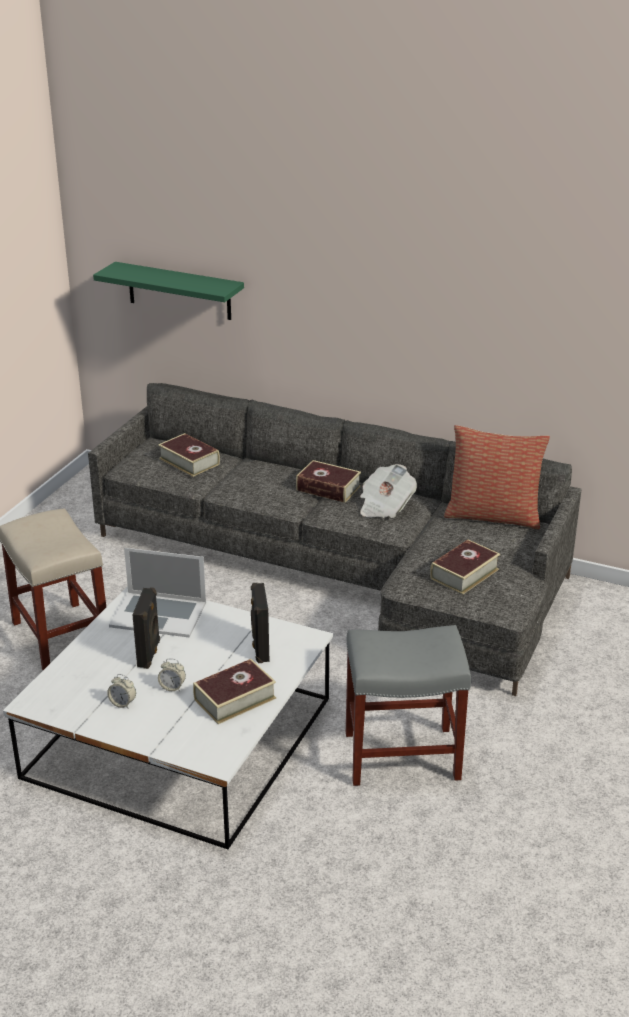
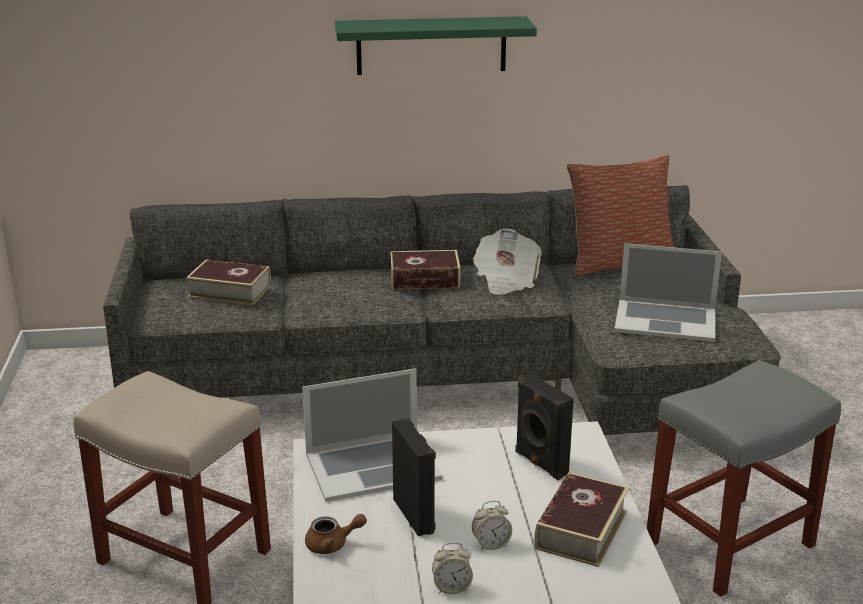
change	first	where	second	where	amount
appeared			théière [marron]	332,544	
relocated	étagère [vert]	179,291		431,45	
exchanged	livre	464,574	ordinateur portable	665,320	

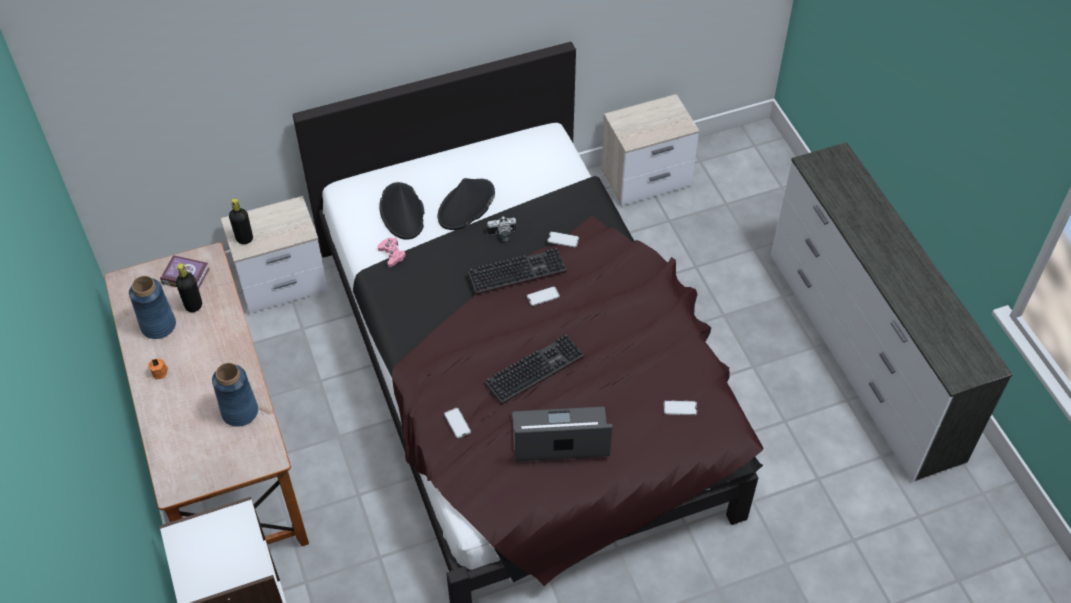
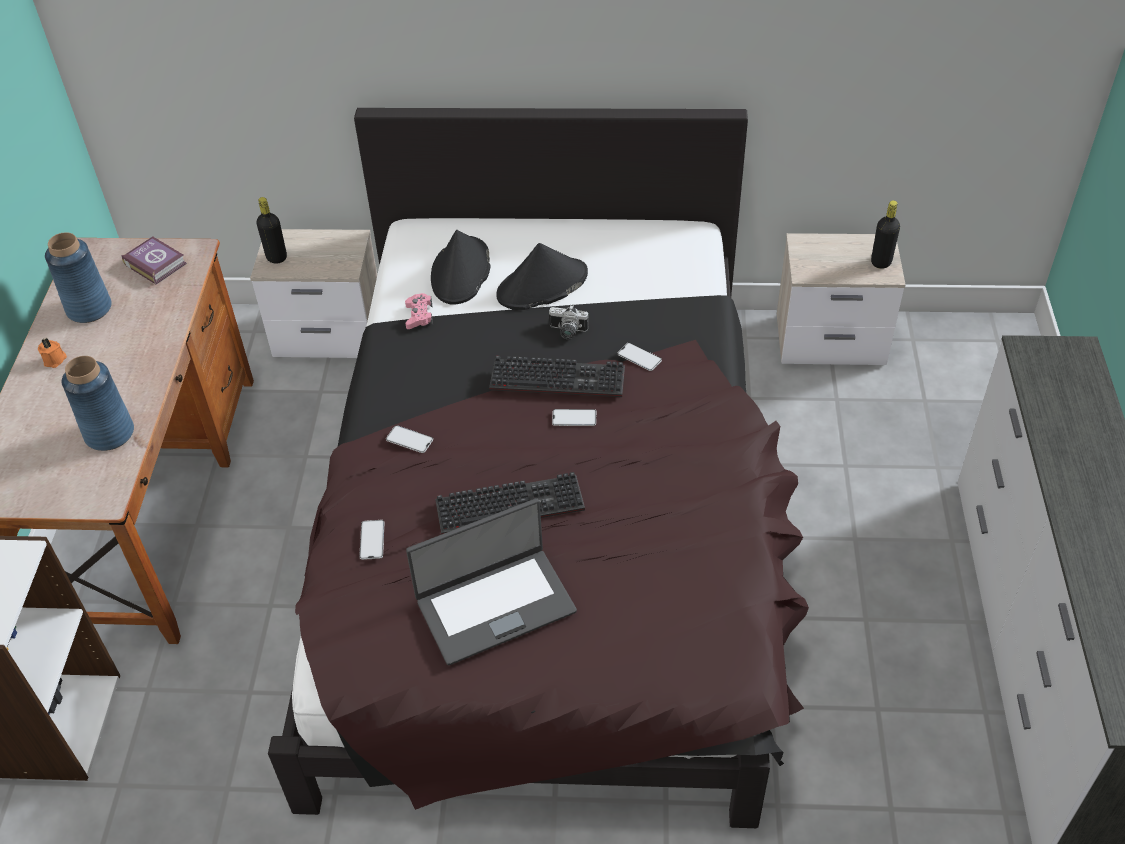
change	first	where	second	where	amount
relocated	bouteille [noir]	193,305		881,262	
relocated	téléphone	680,408		409,439	
spun	ordinateur portable	560,437		495,604	135 degrees clockwise

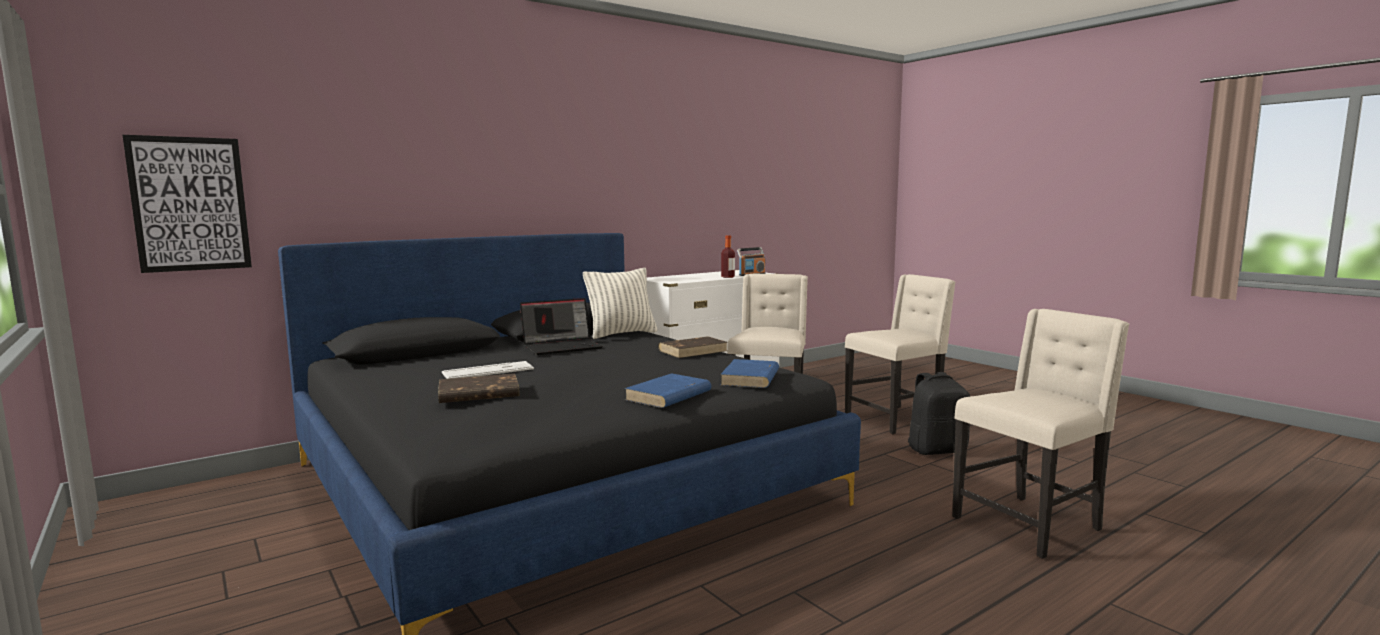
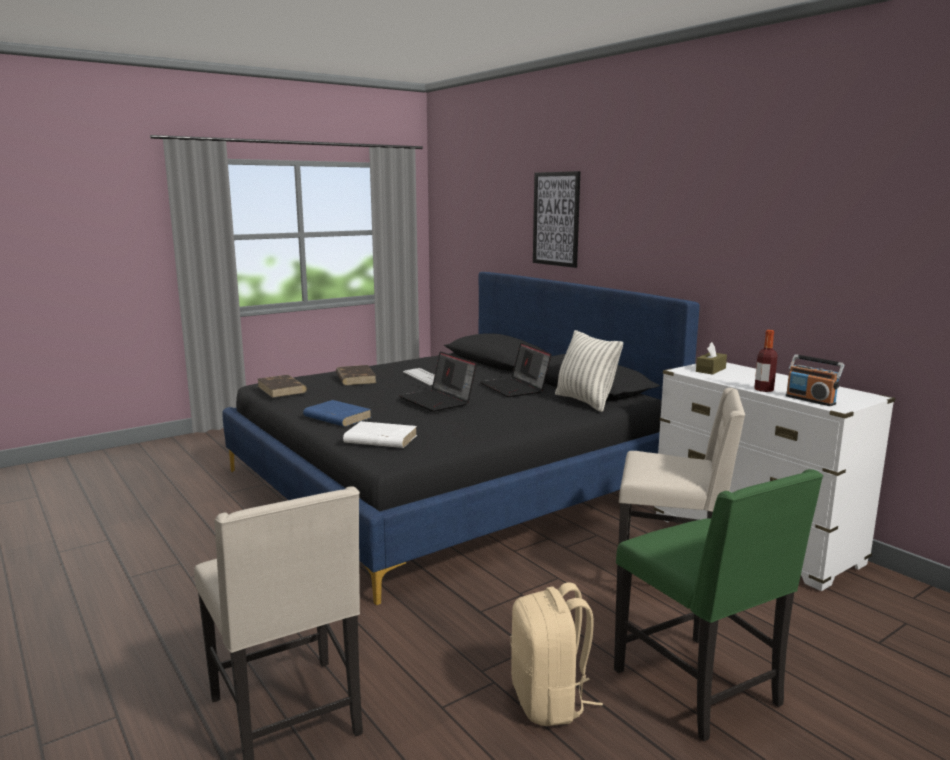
change	first	where	second	where	amount
appeared			ordinateur portable	438,401	
appeared			boîte à mouchoirs [marron]	710,370	
relocated	tableau	190,204		556,219	
relocated	livre [marron]	693,350		282,389	
colour	livre [bleu]	750,378	livre [blanc]	380,439	
colour	chaise [beige]	895,419	chaise [vert]	700,689	
colour	sac à dos [noir]	937,450	sac à dos [beige]	550,701	

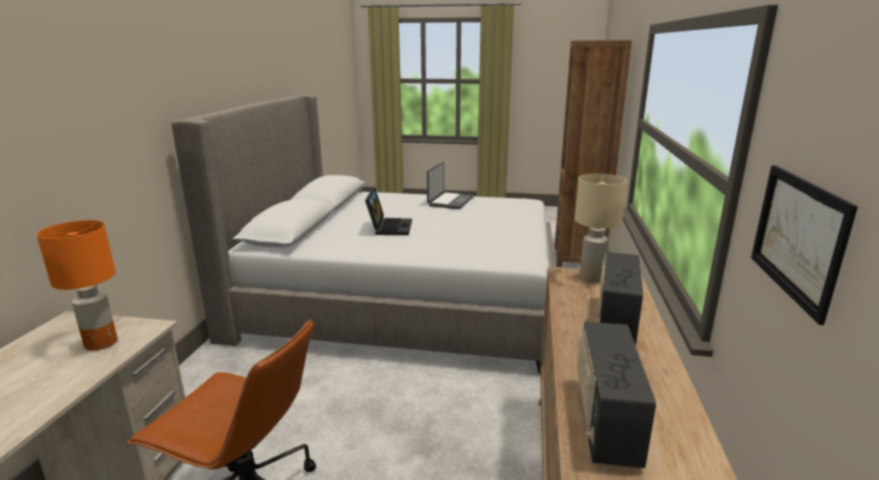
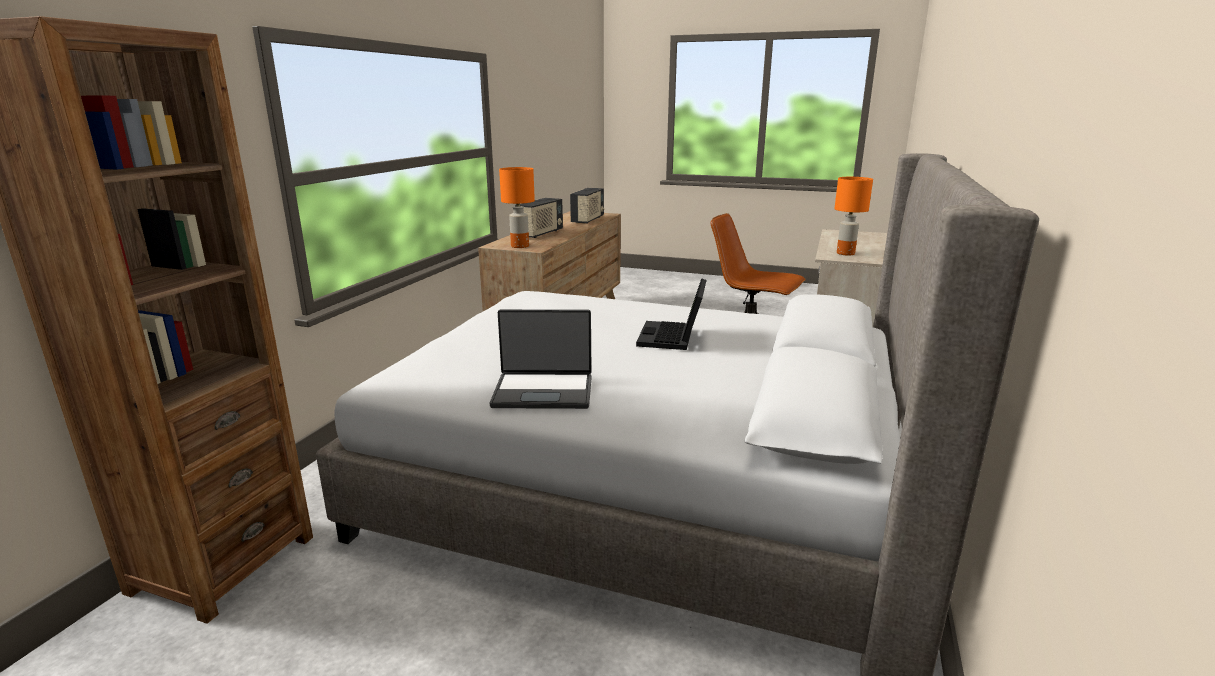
change	first	where	second	where	amount
missing	tableau	797,237			
colour	lampe de table [beige]	592,278	lampe de table [orange]	519,246	
spun	ordinateur portable	449,201		543,391	120 degrees counterclockwise

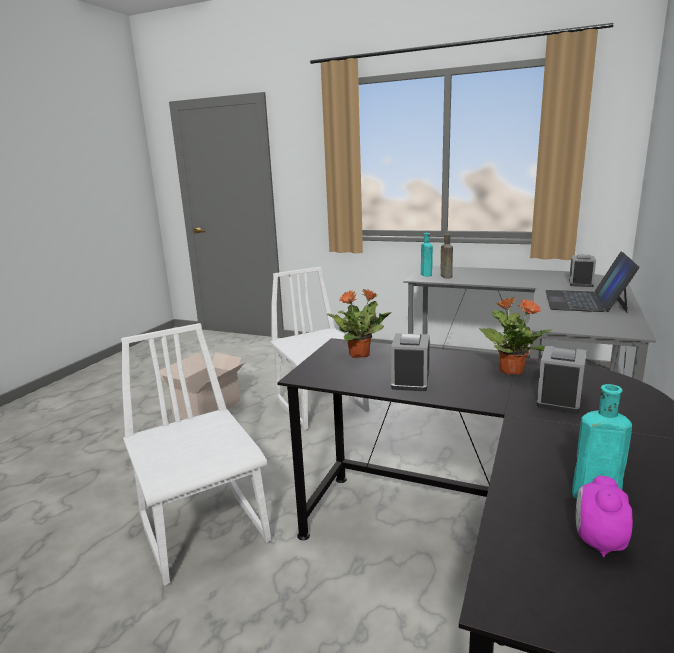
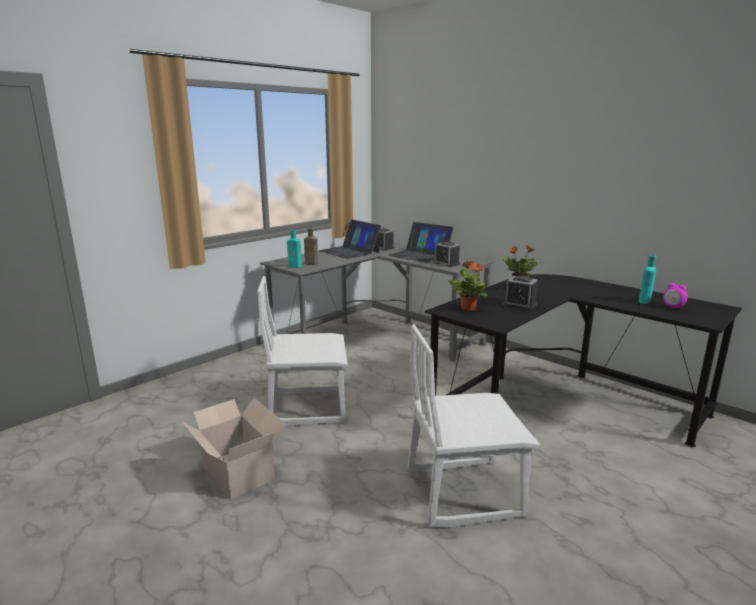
change	first	where	second	where	amount
appeared			ordinateur portable	349,251	
relocated	réveil	559,399		446,263	

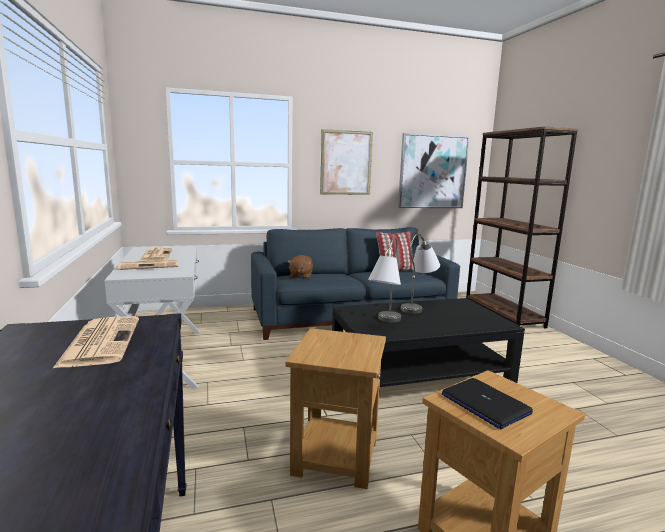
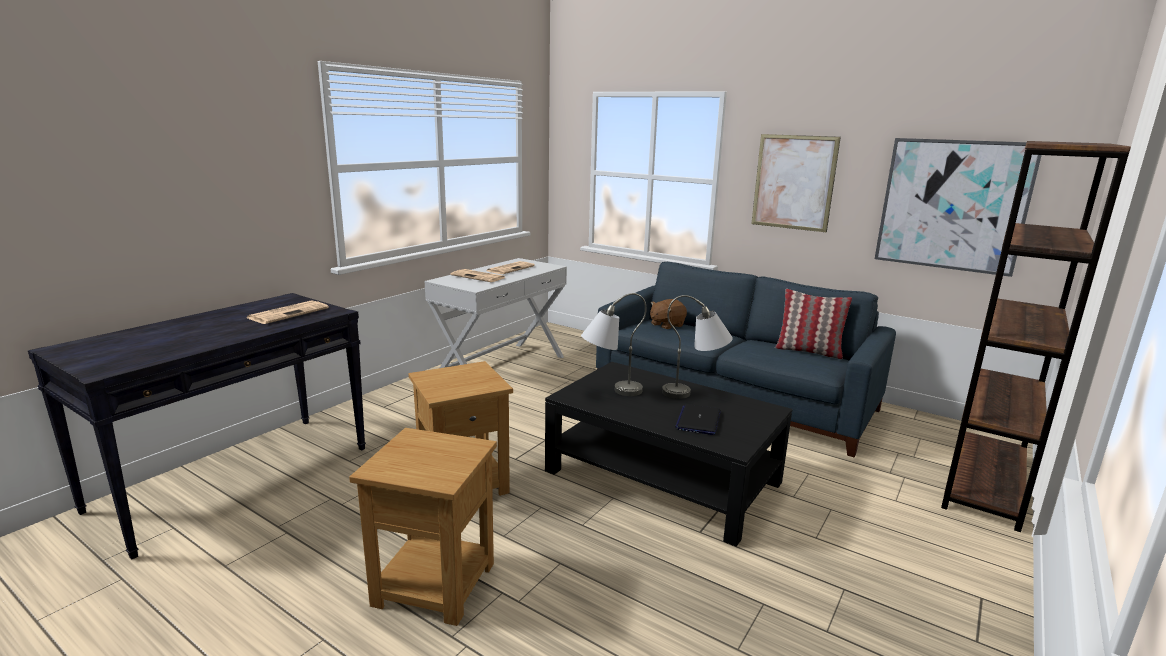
change	first	where	second	where	amount
relocated	ordinateur portable	484,404		698,420	

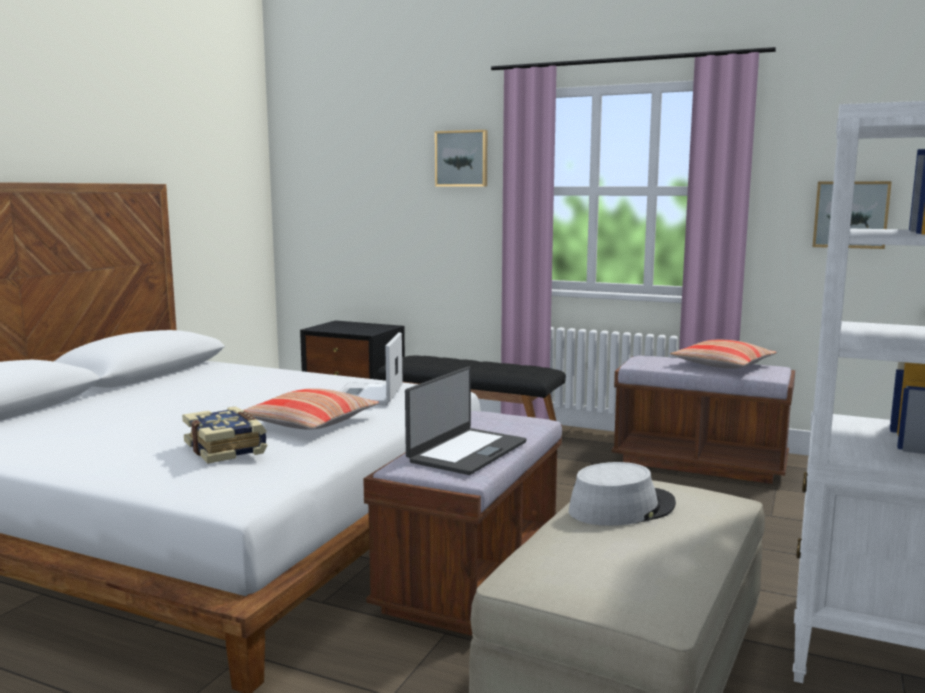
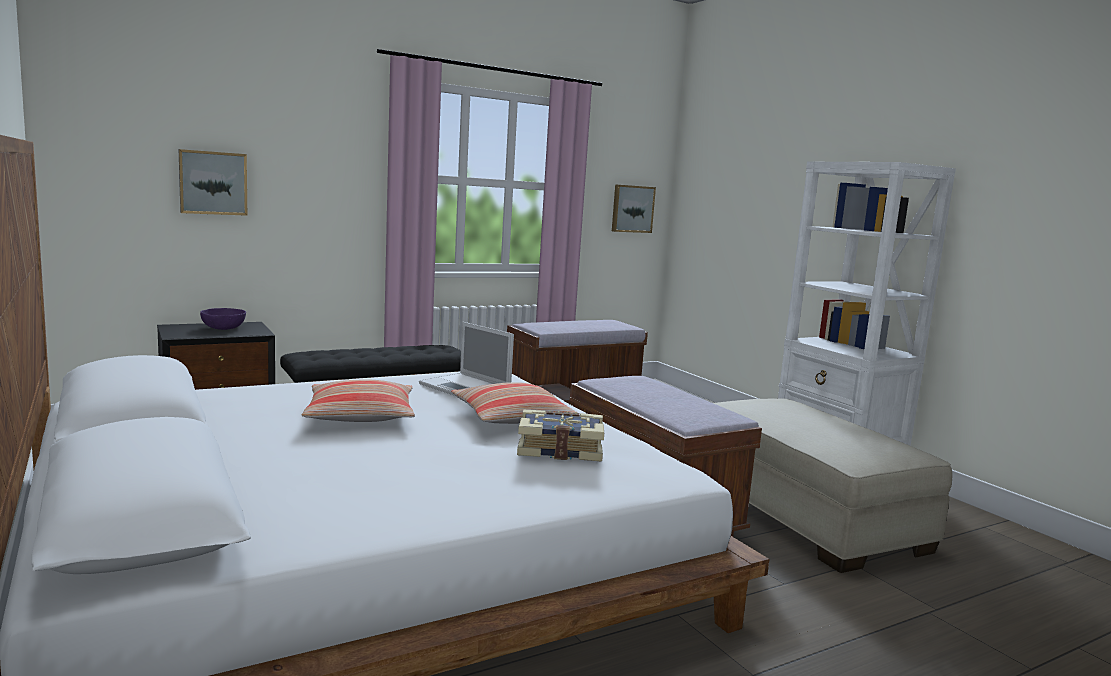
change	first	where	second	where	amount
missing	ordinateur portable	466,451			
missing	chapeau [gris]	621,508			
appeared			bol [violet]	224,328	
relocated	tableau	462,158		213,183	
relocated	coussin	722,365		360,416	

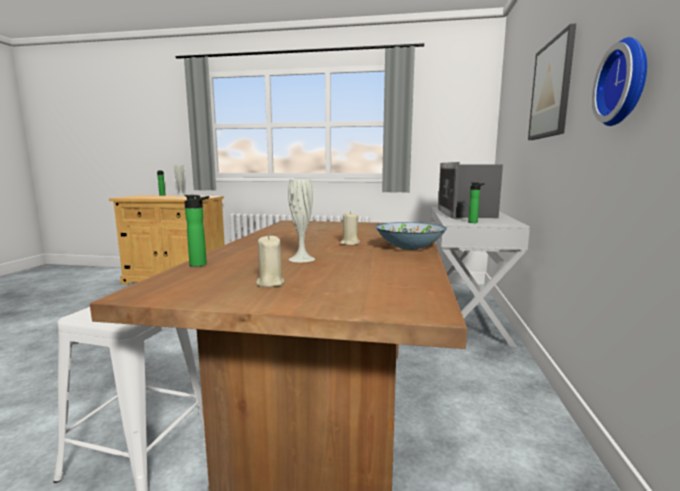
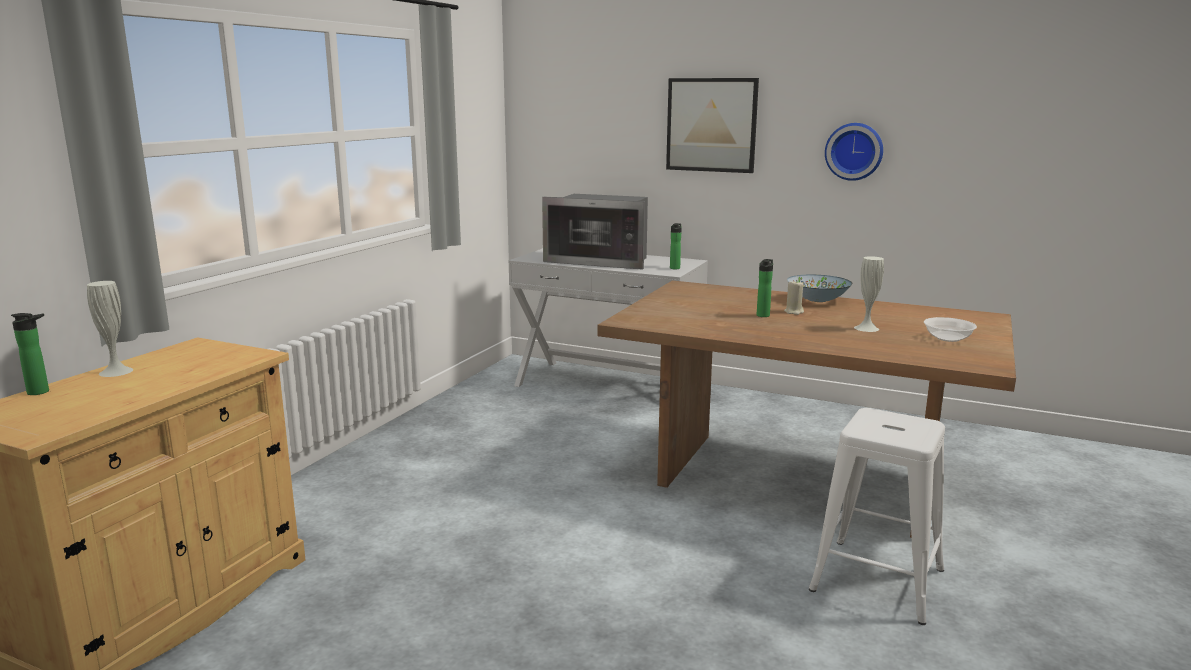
change	first	where	second	where	amount
relocated	bouteille	200,264		763,315	
exchanged	bougie [beige]	270,283	bol	948,338	

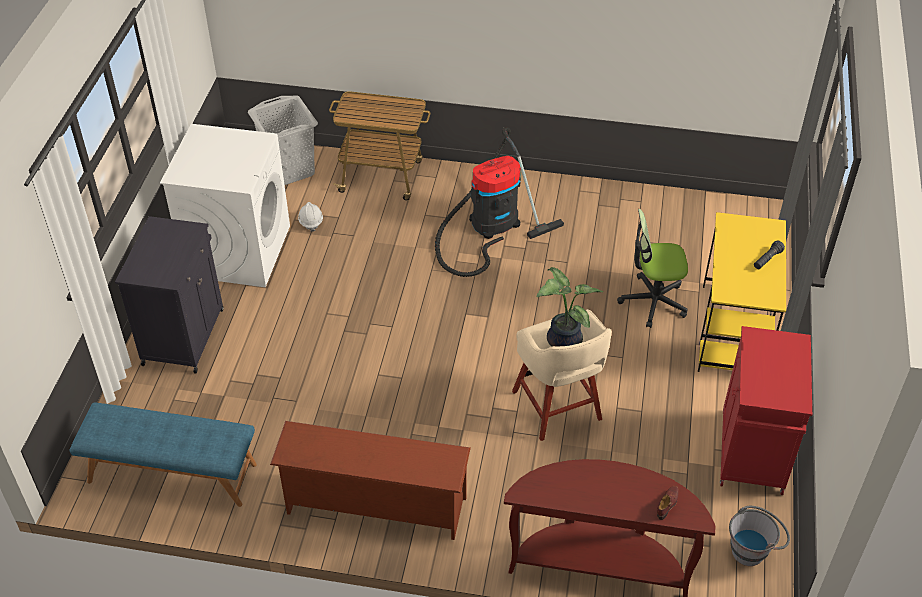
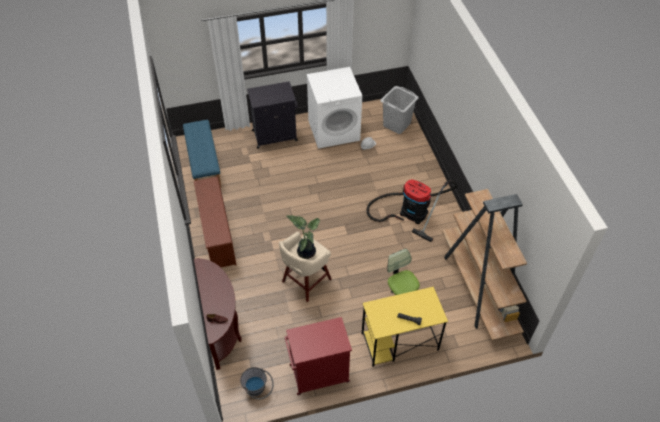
change	first	where	second	where	amount
missing	chariot	383,177			
appeared			bibliothèque [marron]	477,288	

